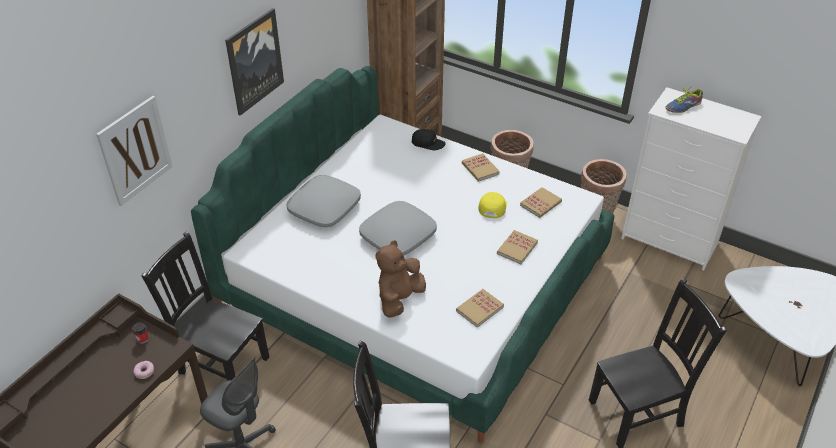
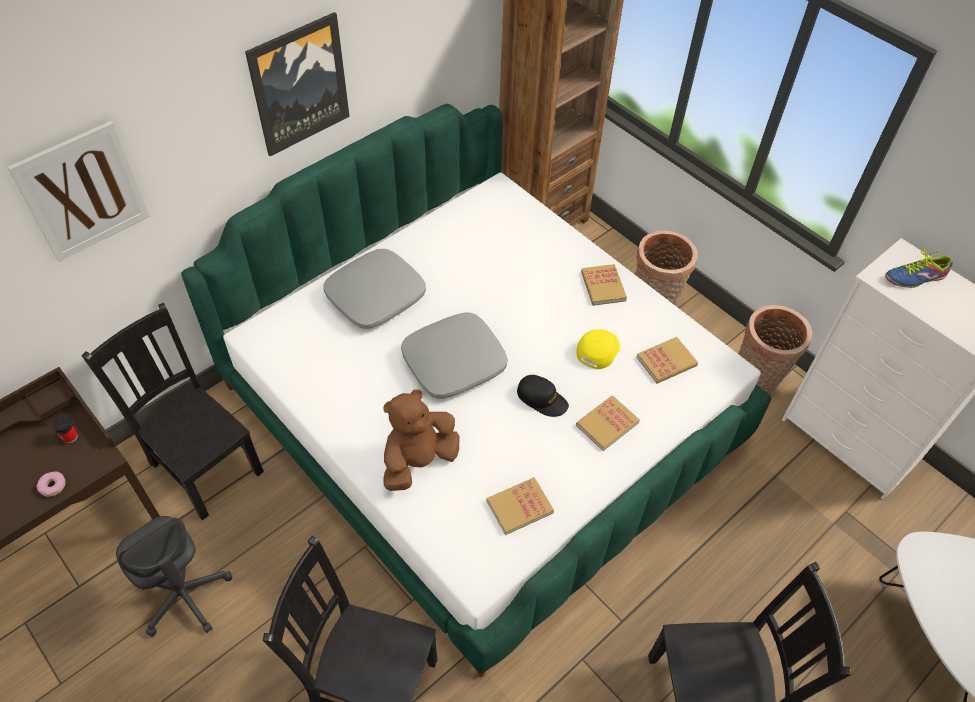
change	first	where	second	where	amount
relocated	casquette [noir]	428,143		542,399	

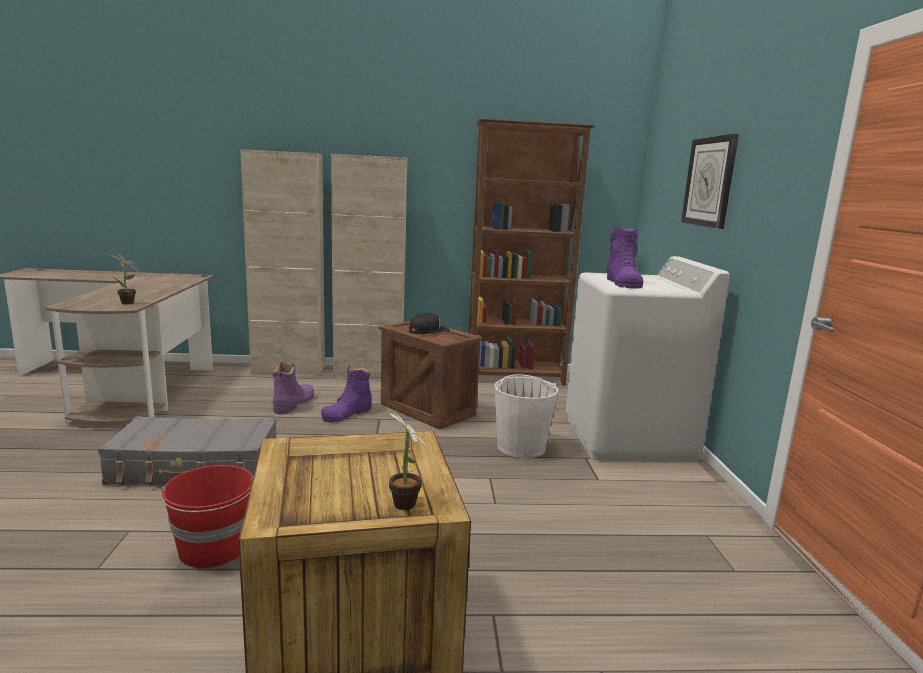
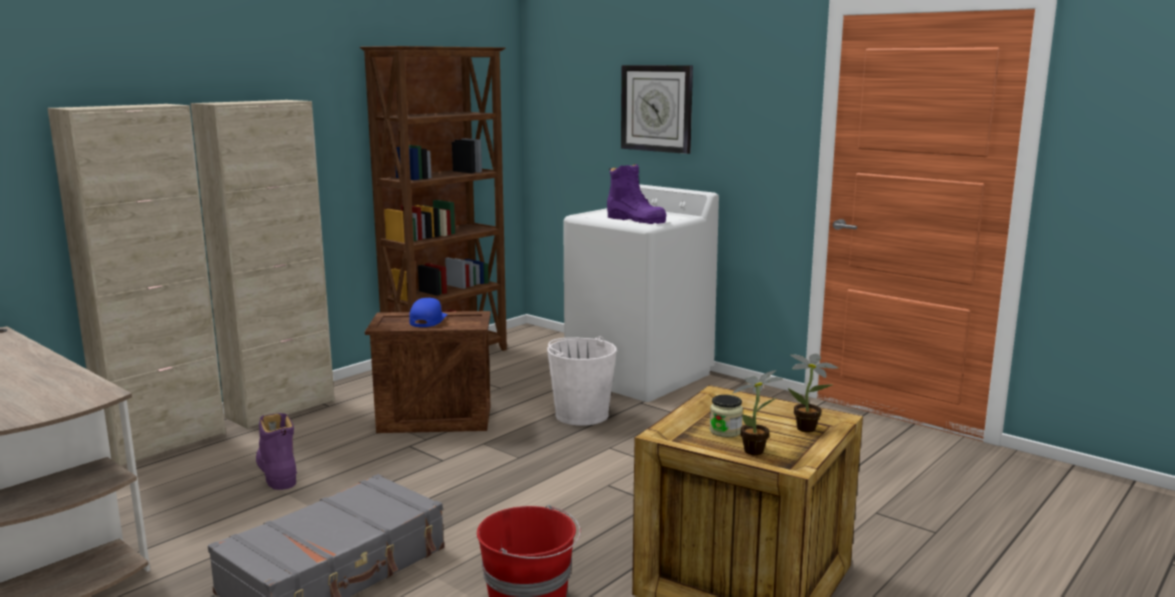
change	first	where	second	where	amount
missing	botte [violet]	347,414			
appeared			bocal	725,431	
relocated	plante en pot	128,303		757,451	
colour	casquette [noir]	428,331	casquette [bleu]	428,320	

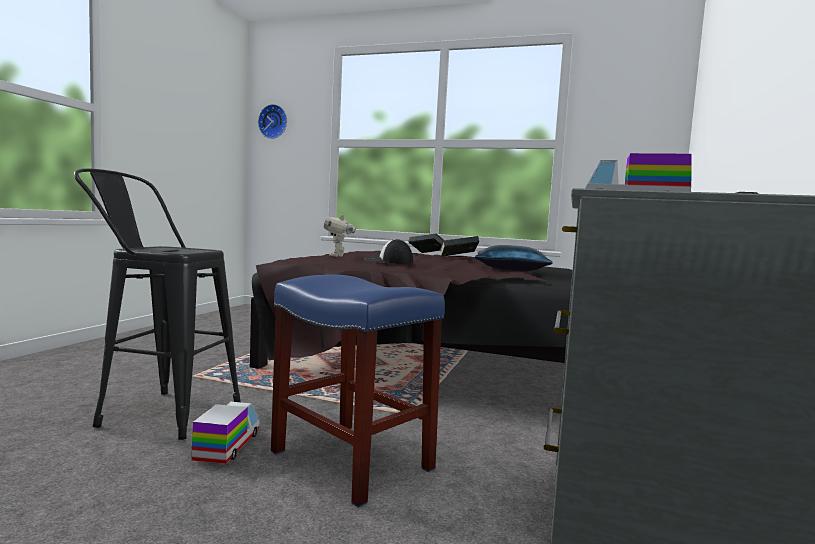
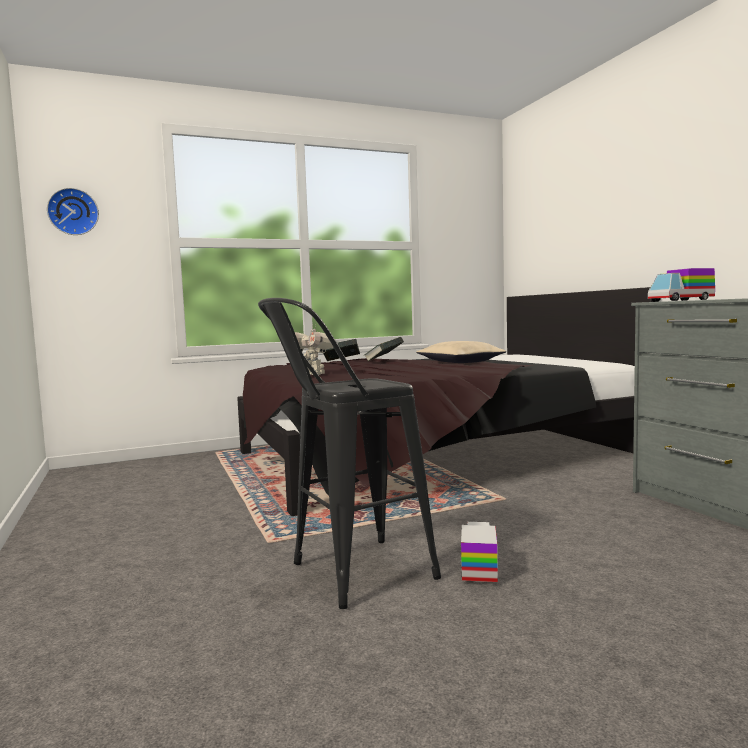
change	first	where	second	where	amount
missing	tabouret [bleu]	353,460			
missing	casquette	388,261			
colour	coussin [bleu]	511,269	coussin [beige]	461,362	
spun	camion jouet	227,447		479,566	45 degrees clockwise

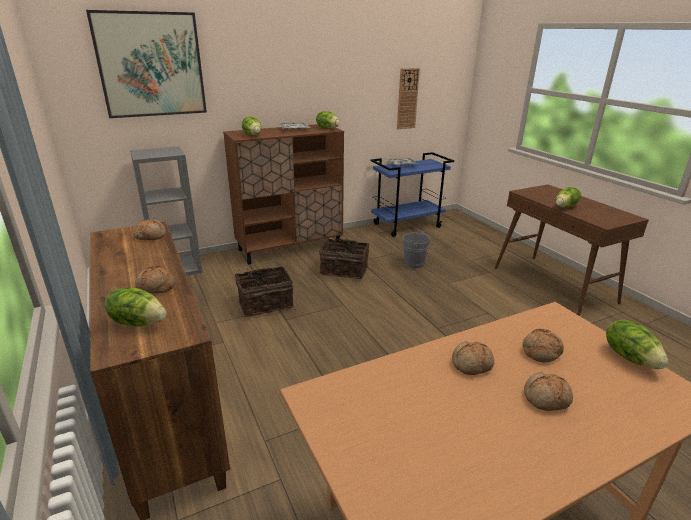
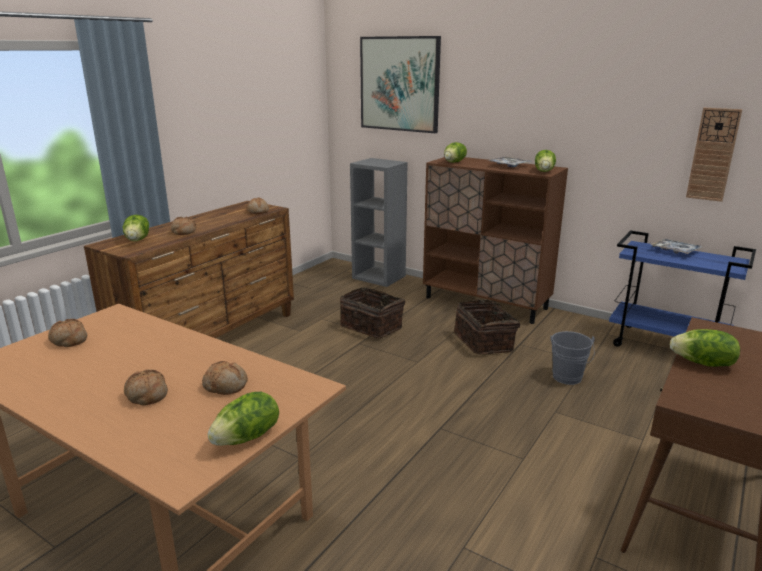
change	first	where	second	where	amount
relocated	pain	472,365		68,340	

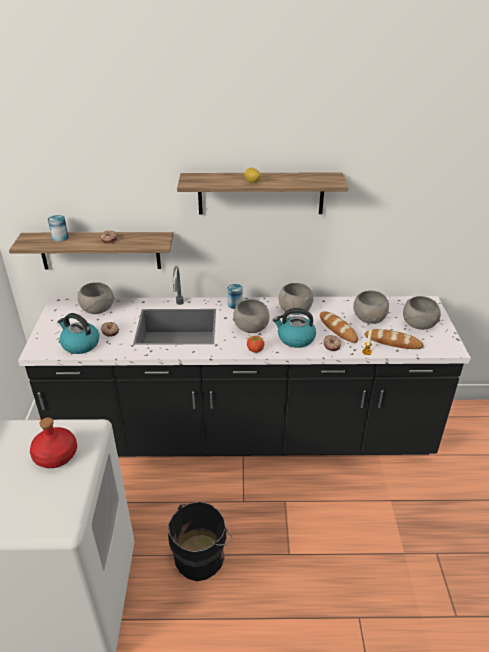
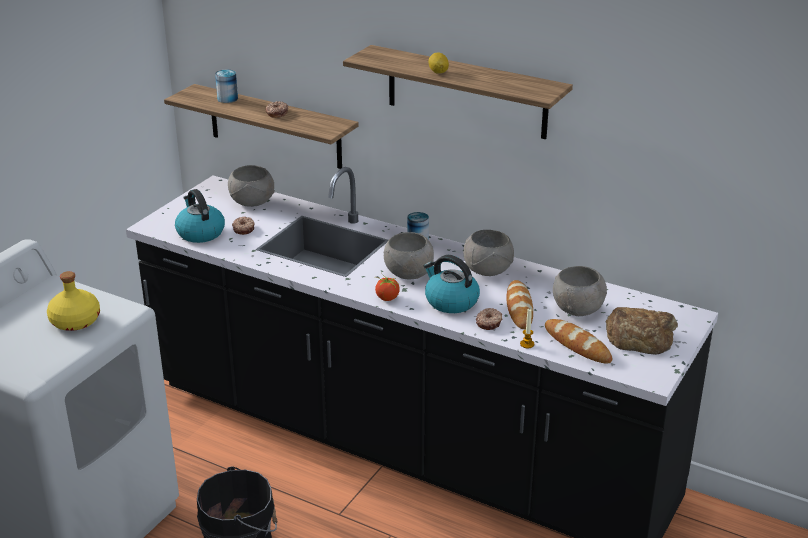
change	first	where	second	where	amount
exchanged	bol [gris]	418,324	pain	640,336	
colour	bouteille [rouge]	55,455	bouteille [jaune]	74,321	

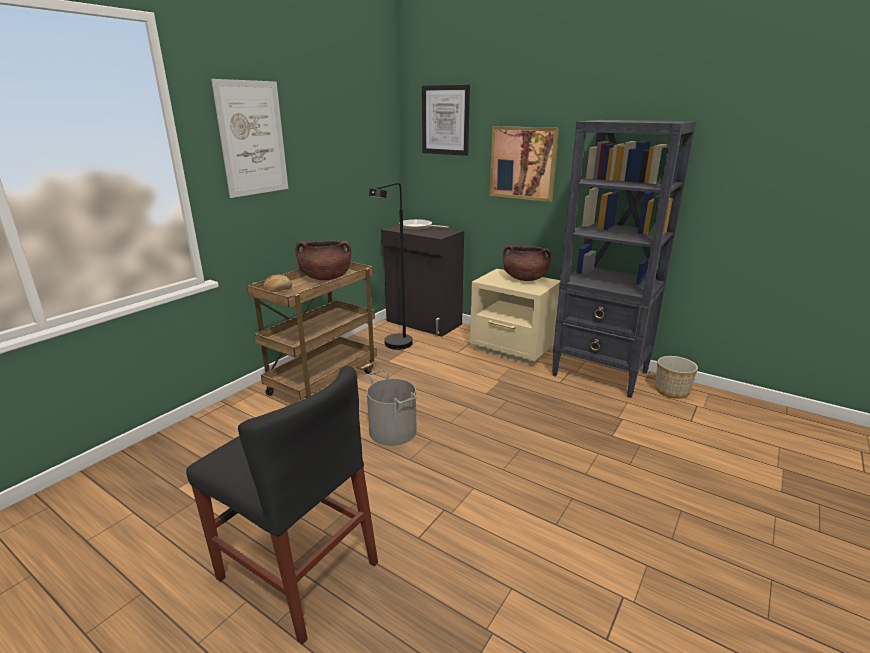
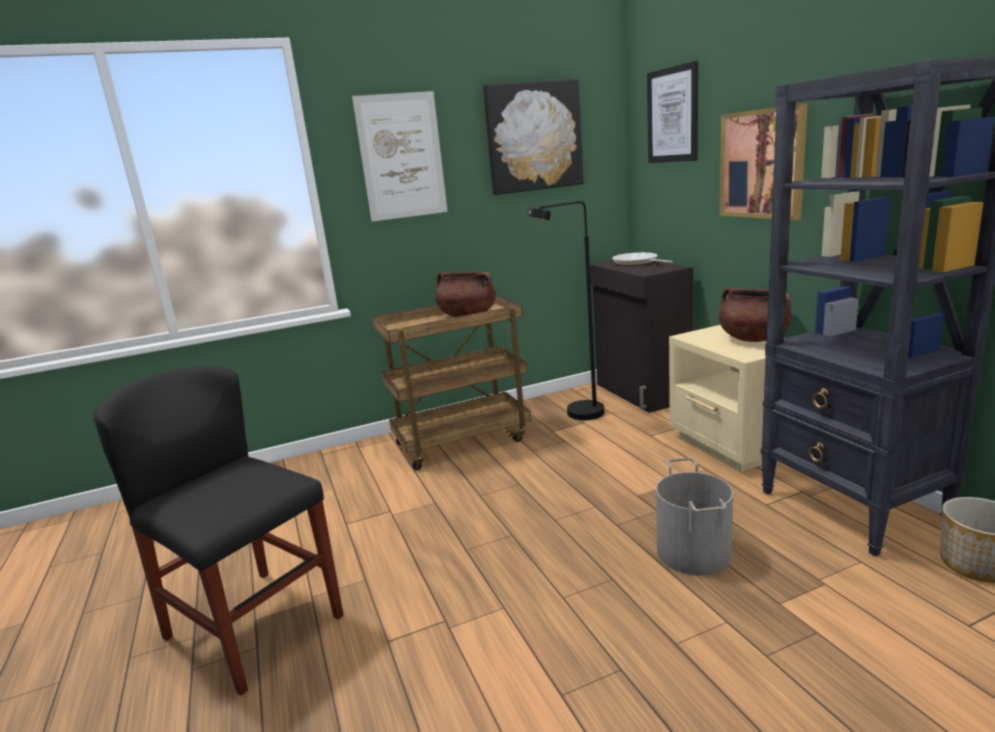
change	first	where	second	where	amount
missing	pain	278,290			
appeared			tableau	534,137	
relocated	seau [gris]	393,431		694,552	
spun	chaise [noir]	297,570		254,627	150 degrees clockwise

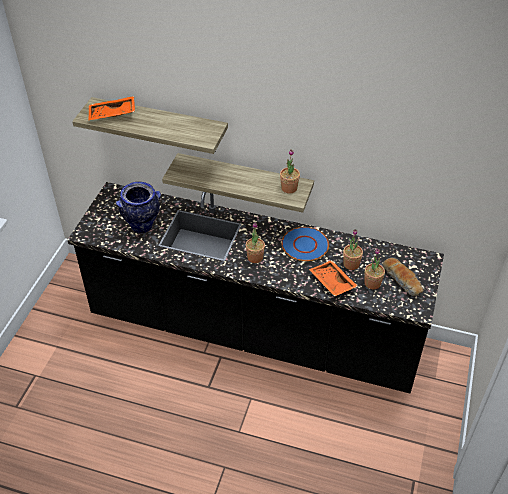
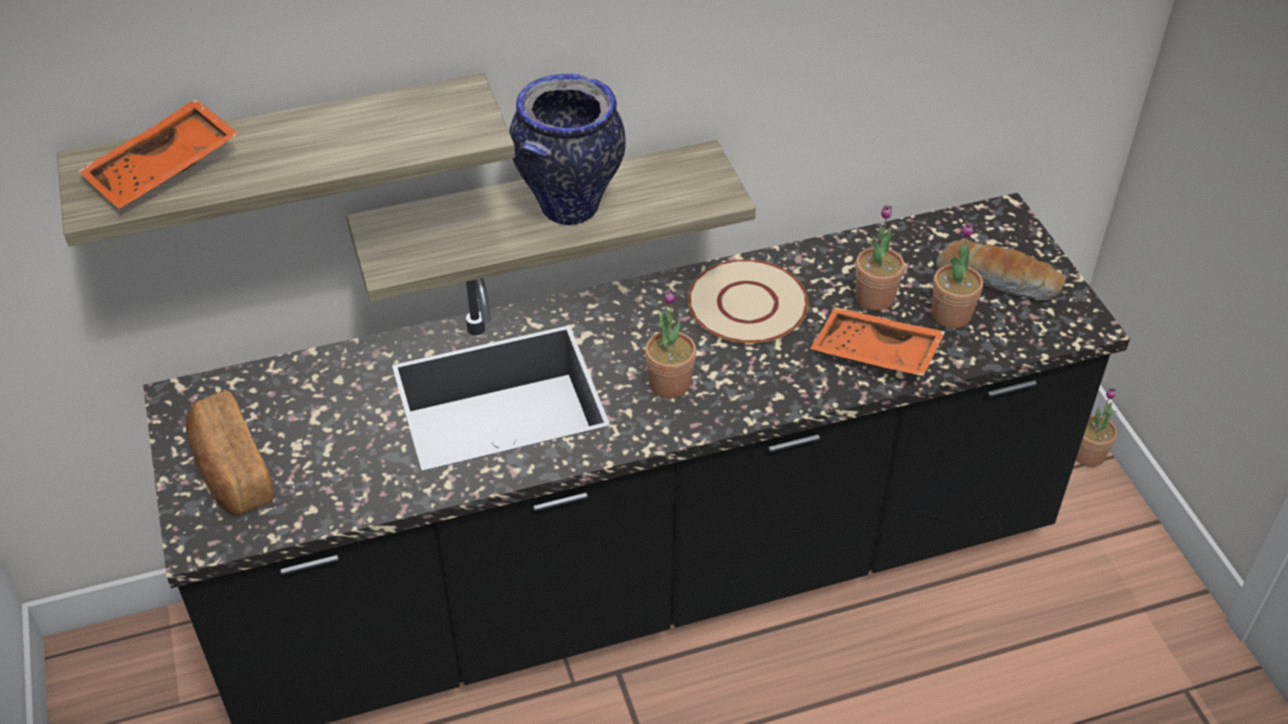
change	first	where	second	where	amount
appeared			pain	231,471	
relocated	vase	142,226		570,206	
relocated	plante en pot	289,188		1088,455	
colour	assiette [bleu]	304,245	assiette [beige]	746,304	

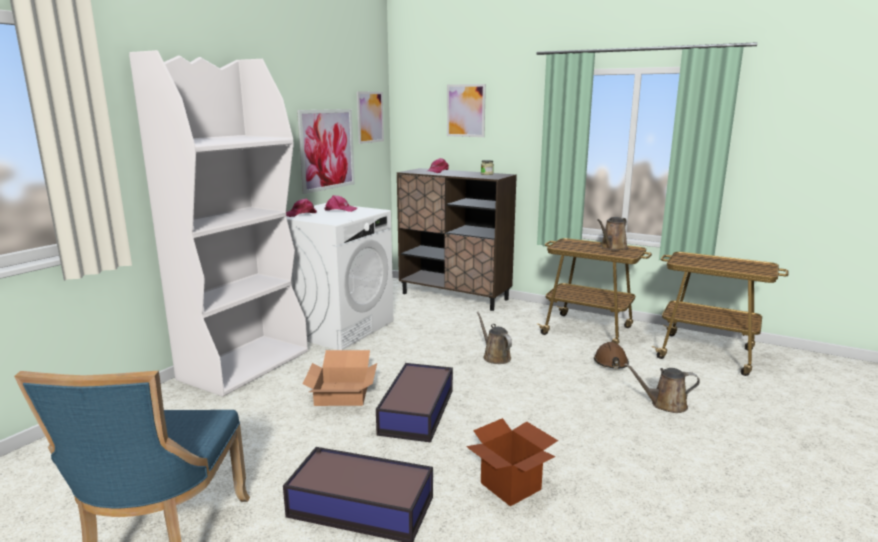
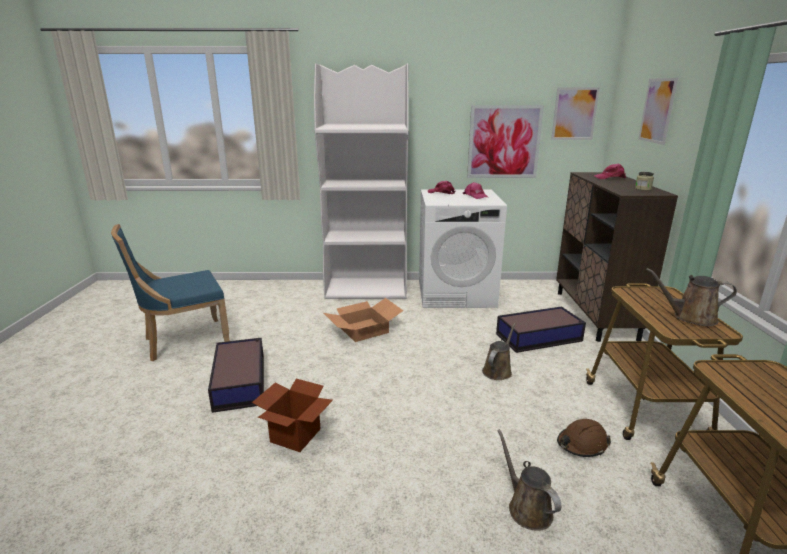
change	first	where	second	where	amount
relocated	boîte de rangement	418,411		540,337	

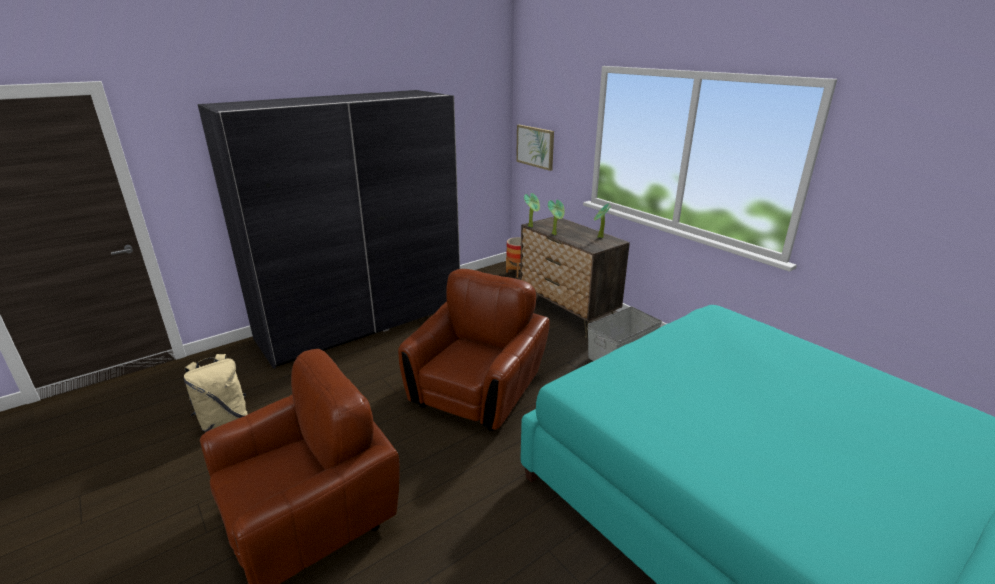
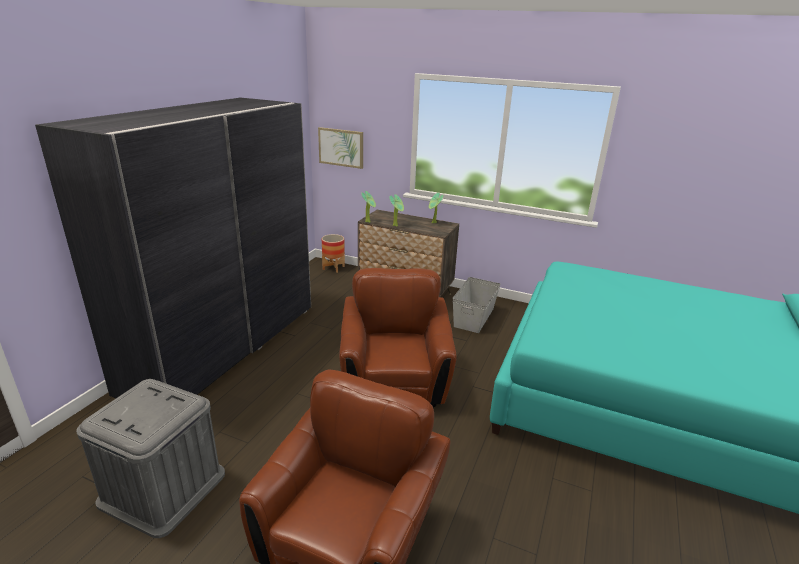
change	first	where	second	where	amount
exchanged	sac à dos [beige]	224,419	boîte de rangement [gris]	163,488	

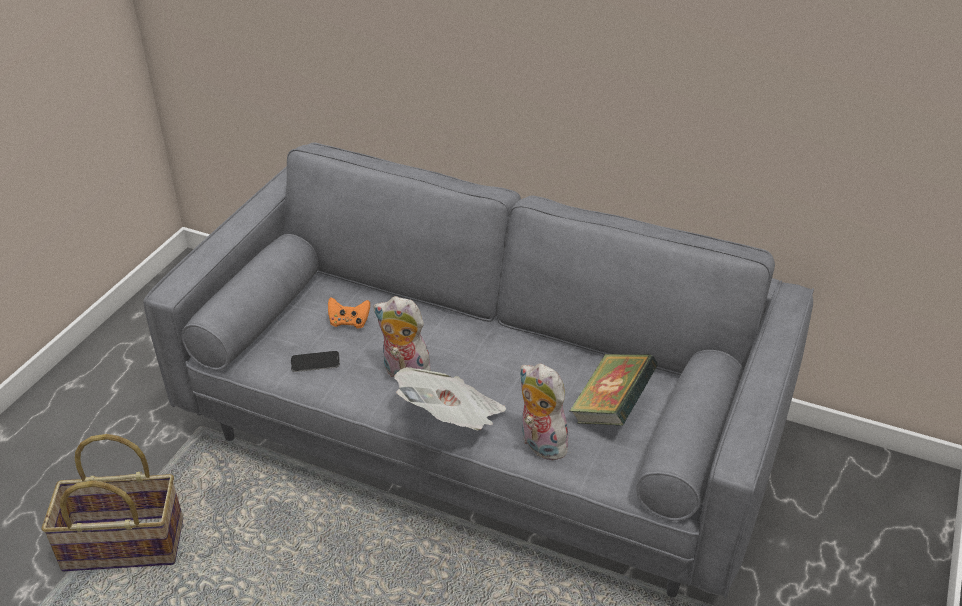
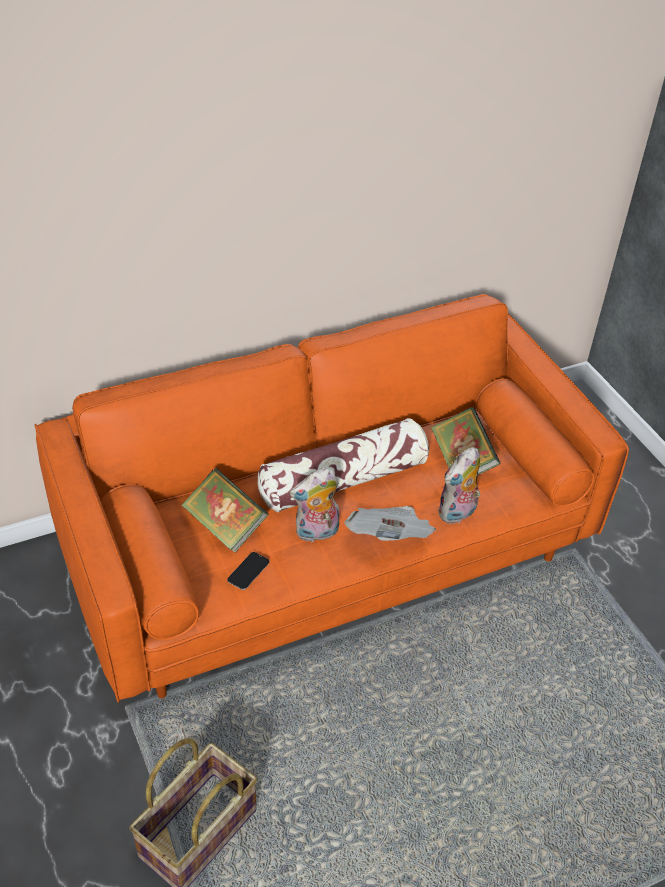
change	first	where	second	where	amount
appeared			coussin	344,480	
exchanged	manette [orange]	349,322	livre	225,526	
colour	canapé [gris]	480,434	canapé [orange]	327,551	
spun	peluche	539,444		457,513	45 degrees counterclockwise

